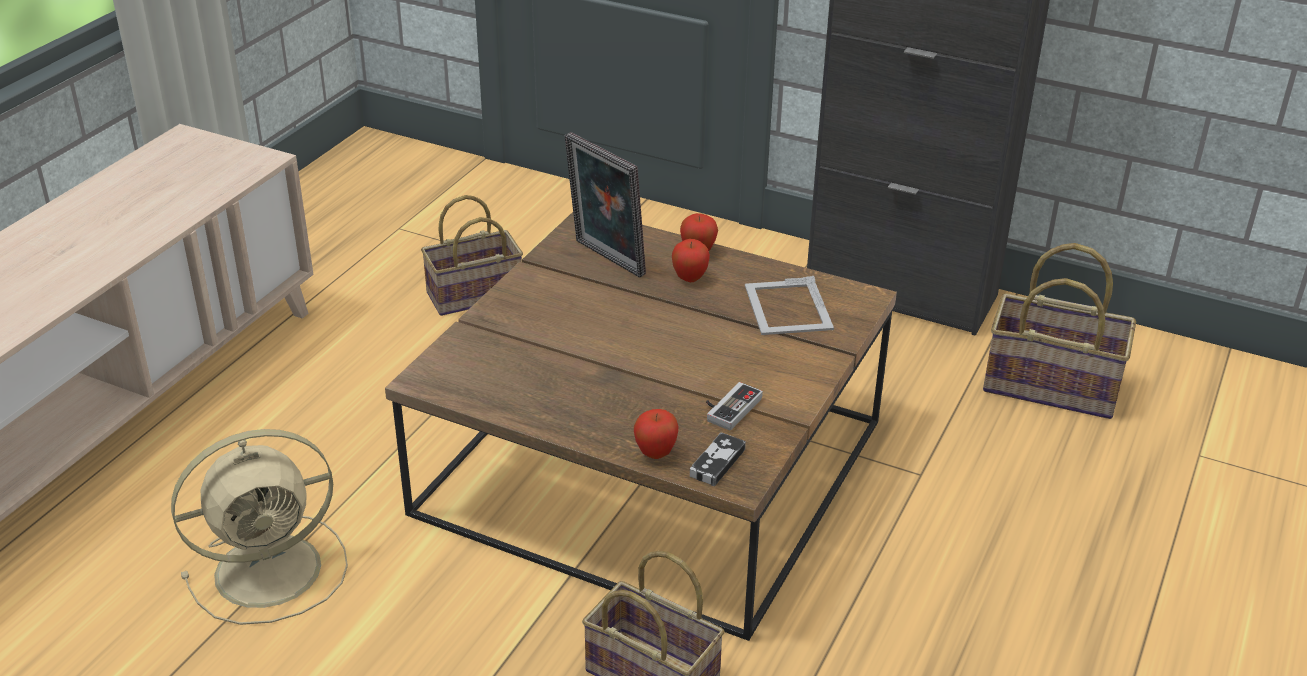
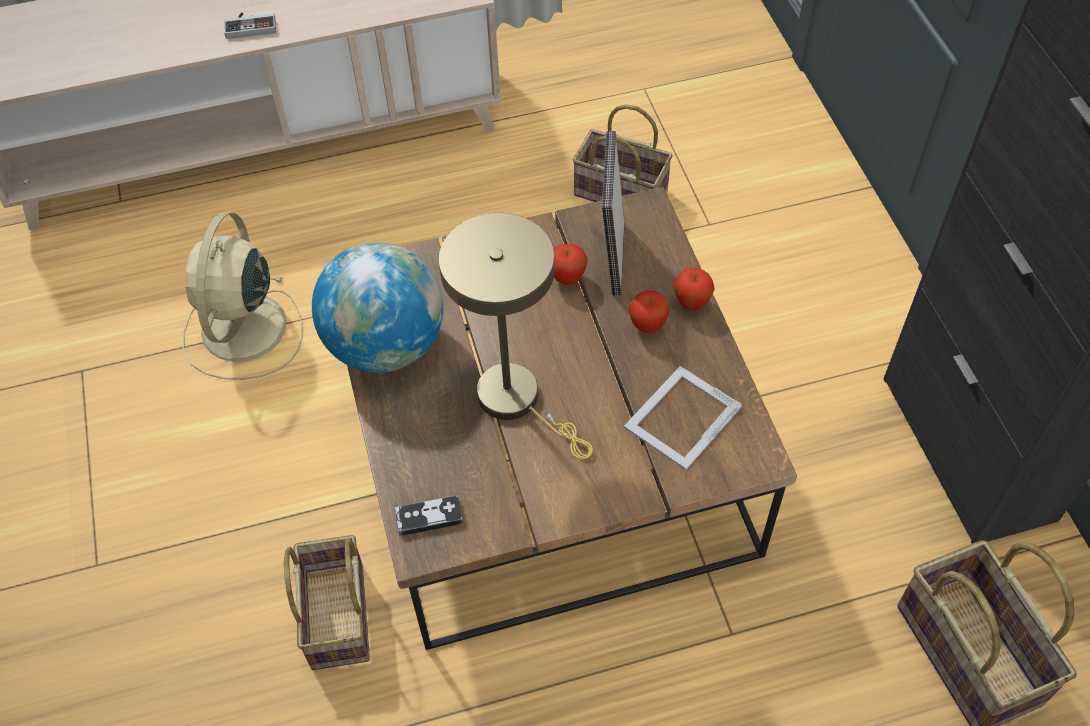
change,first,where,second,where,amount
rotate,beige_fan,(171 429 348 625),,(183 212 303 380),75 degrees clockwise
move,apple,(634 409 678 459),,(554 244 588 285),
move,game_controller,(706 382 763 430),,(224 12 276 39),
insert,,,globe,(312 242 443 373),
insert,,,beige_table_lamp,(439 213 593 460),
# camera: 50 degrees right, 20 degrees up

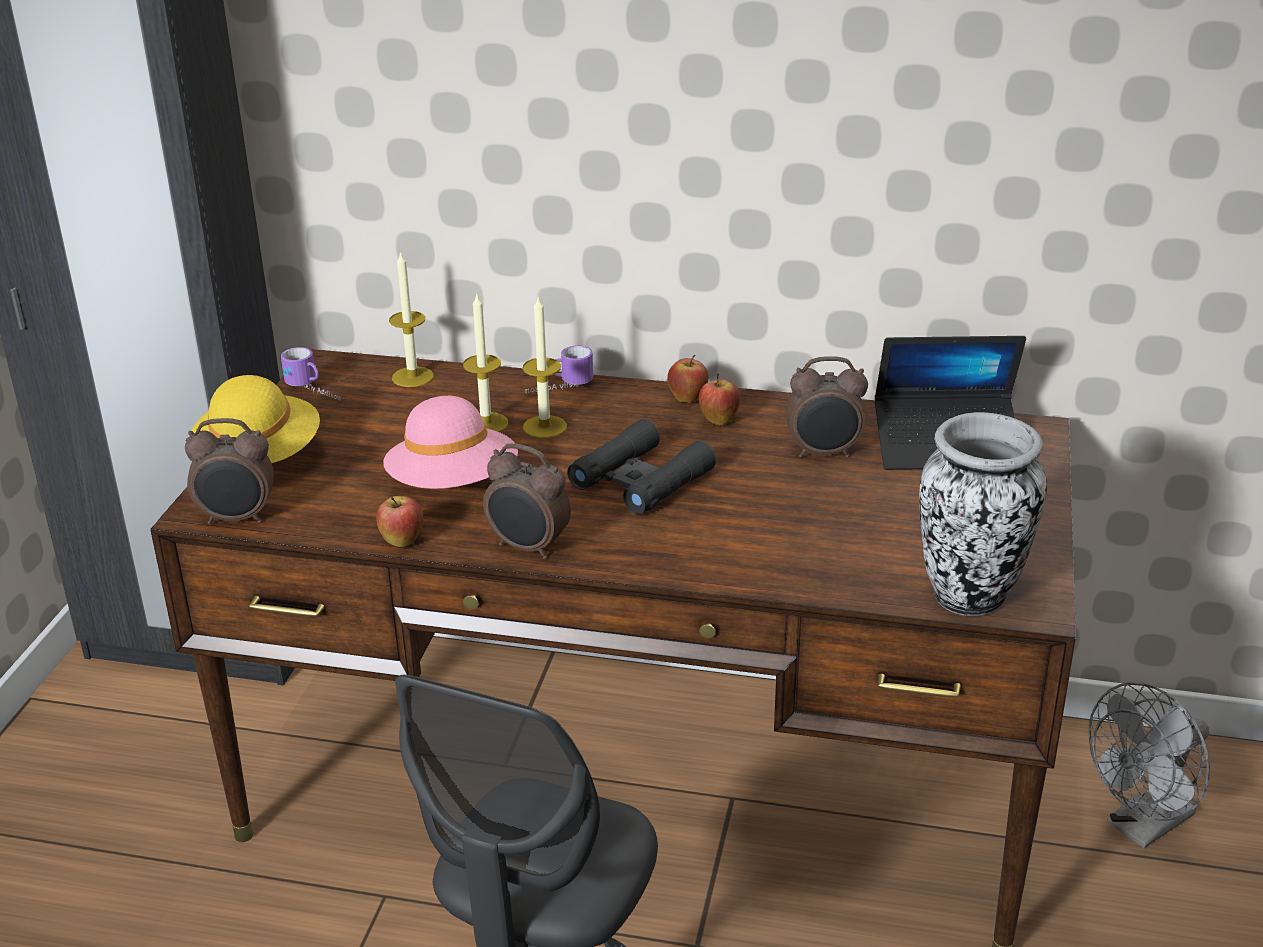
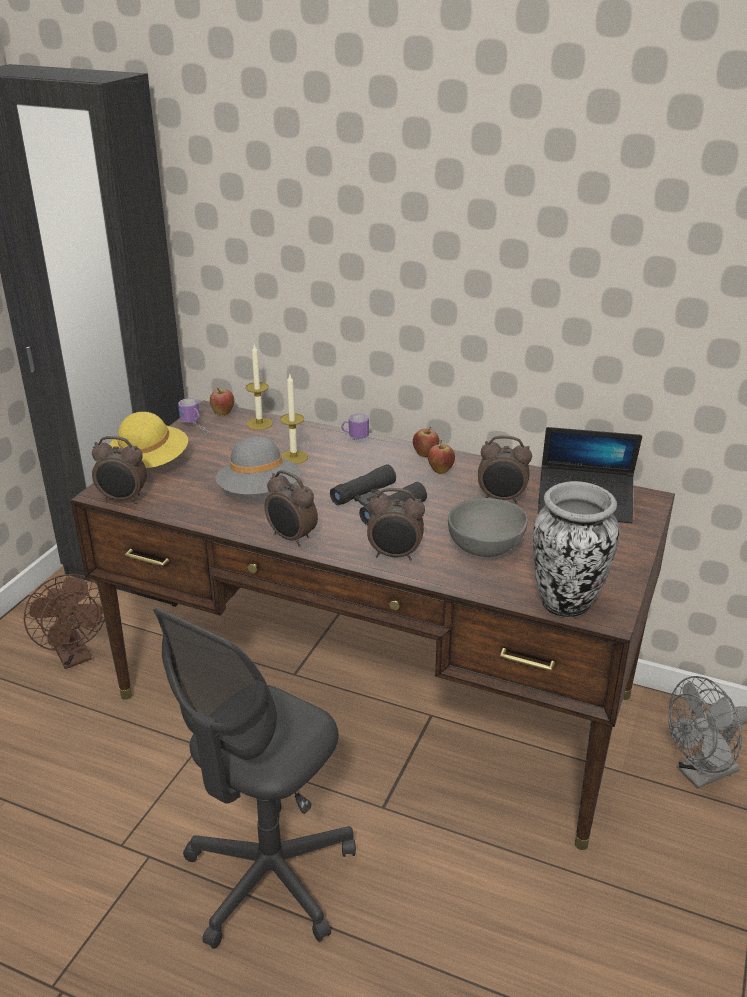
change,first,where,second,where,amount
move,apple,(376 496 423 547),,(210 388 234 416),
recolor,pink_hat,(383 396 518 489),grey_hat,(216 436 301 495),
delete,candle,(523 296 567 438),,,
insert,,,brown_fan,(24 574 105 669),
insert,,,alarm_clock,(367 488 425 561),
insert,,,grey_bowl,(448 498 528 557),
# camera: 10 degrees right, 0 degrees up

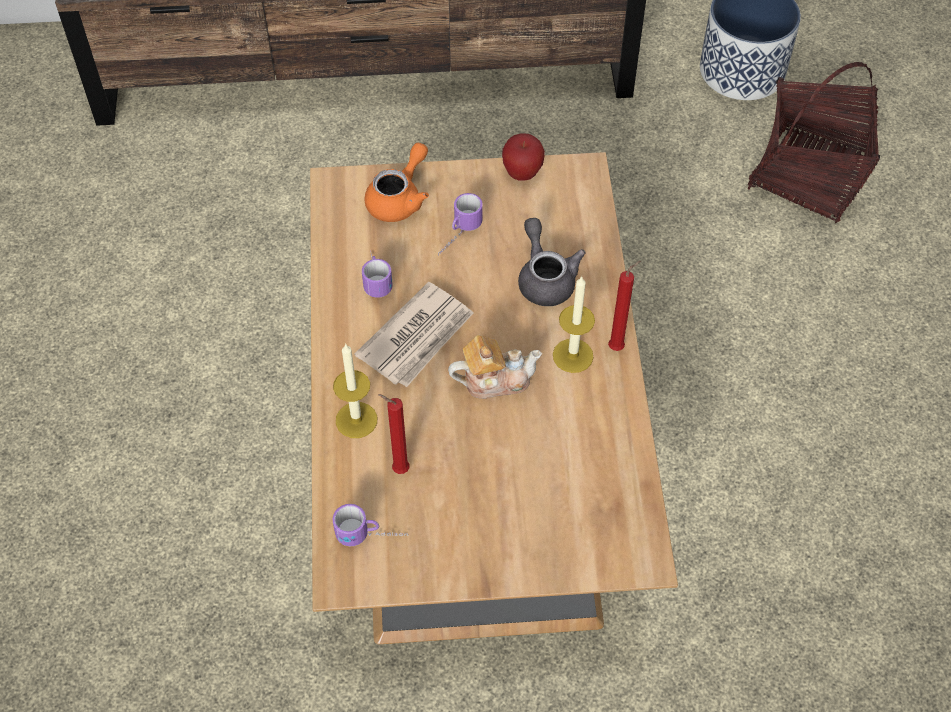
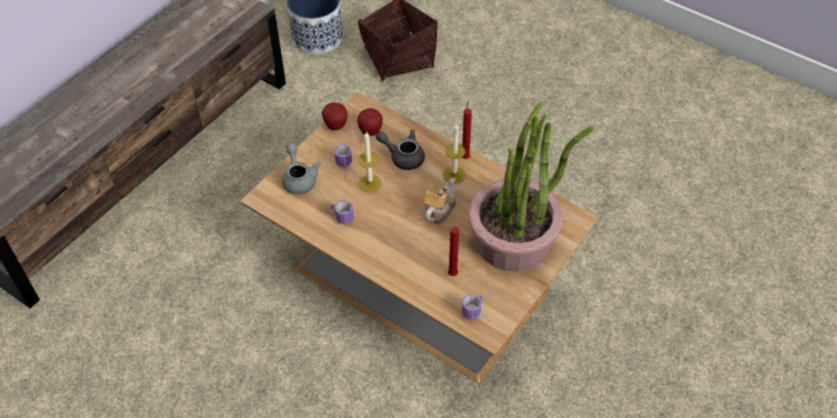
change,first,where,second,where,amount
move,candle,(333 344 377 438),,(358 131 382 192),
delete,newspaper,(355 282 474 387),,,
recolor,orange_teapot,(365 143 429 222),grey_teapot,(282 143 321 195),
insert,,,apple,(357 108 383 136),
insert,,,potted_plant,(468 102 594 272),
# camera: 50 degrees left, 5 degrees down

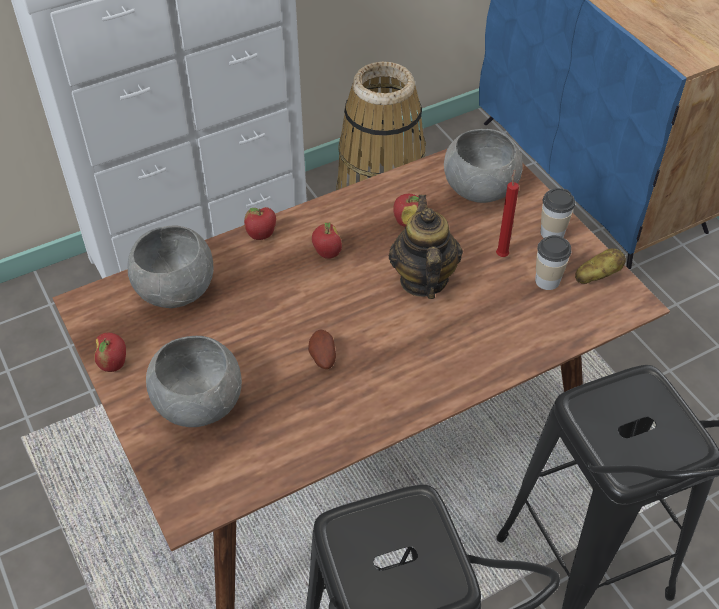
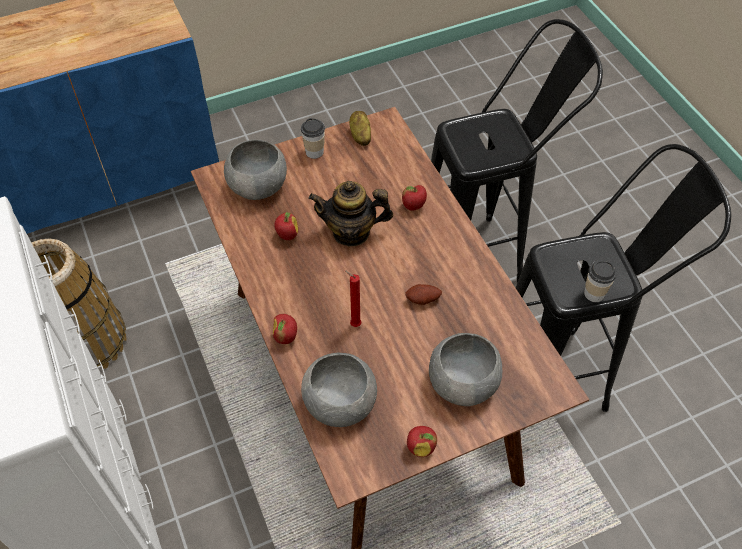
change,first,where,second,where,amount
move,apple,(312 222 342 259),,(402 185 427 211),
move,red_candle,(496 169 519 257),,(344 270 361 327),
move,cup,(535 235 571 290),,(584 260 616 302),
# camera: 85 degrees left, 5 degrees up

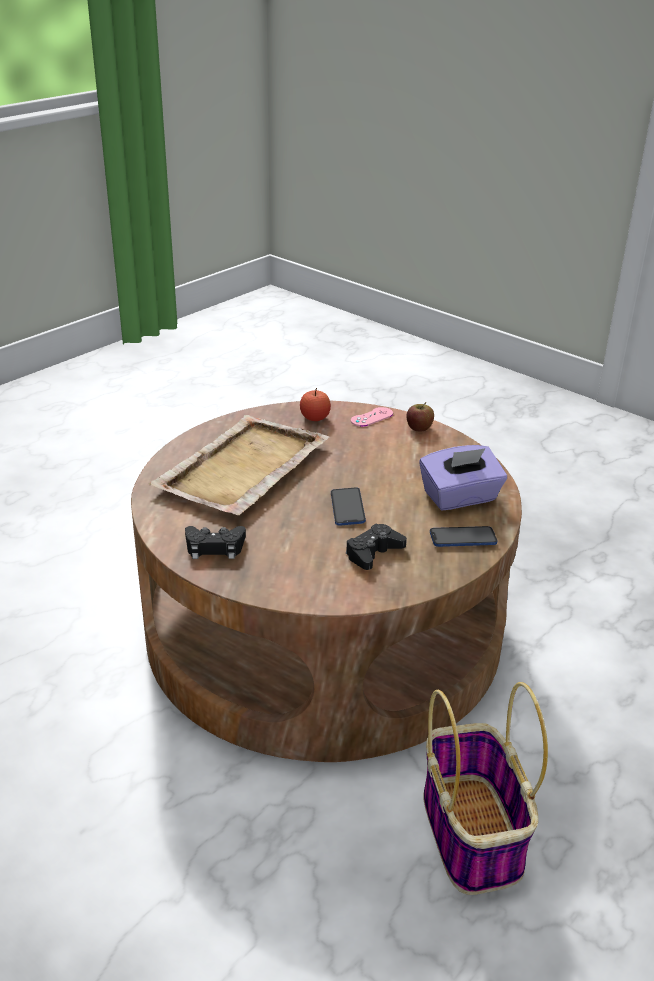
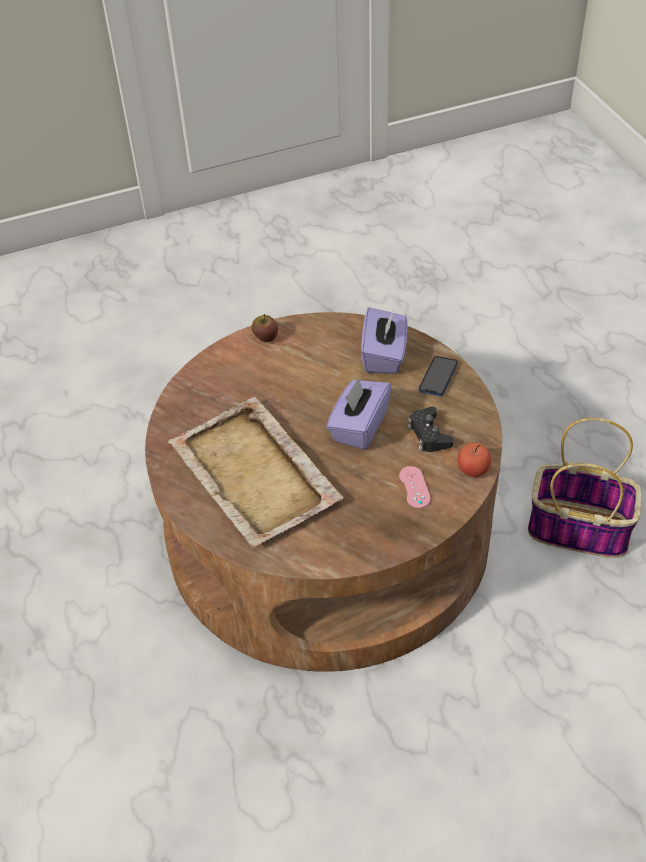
change,first,where,second,where,amount
delete,black_game_controller,(185 526 246 559),,,
move,apple,(300 388 331 421),,(458 443 491 477),
replace,phone,(331 487 366 526),purple_tissue_box,(327 377 392 450),
move,pink_game_controller,(351 407 393 427),,(399 466 431 508),
# camera: 60 degrees left, 15 degrees up

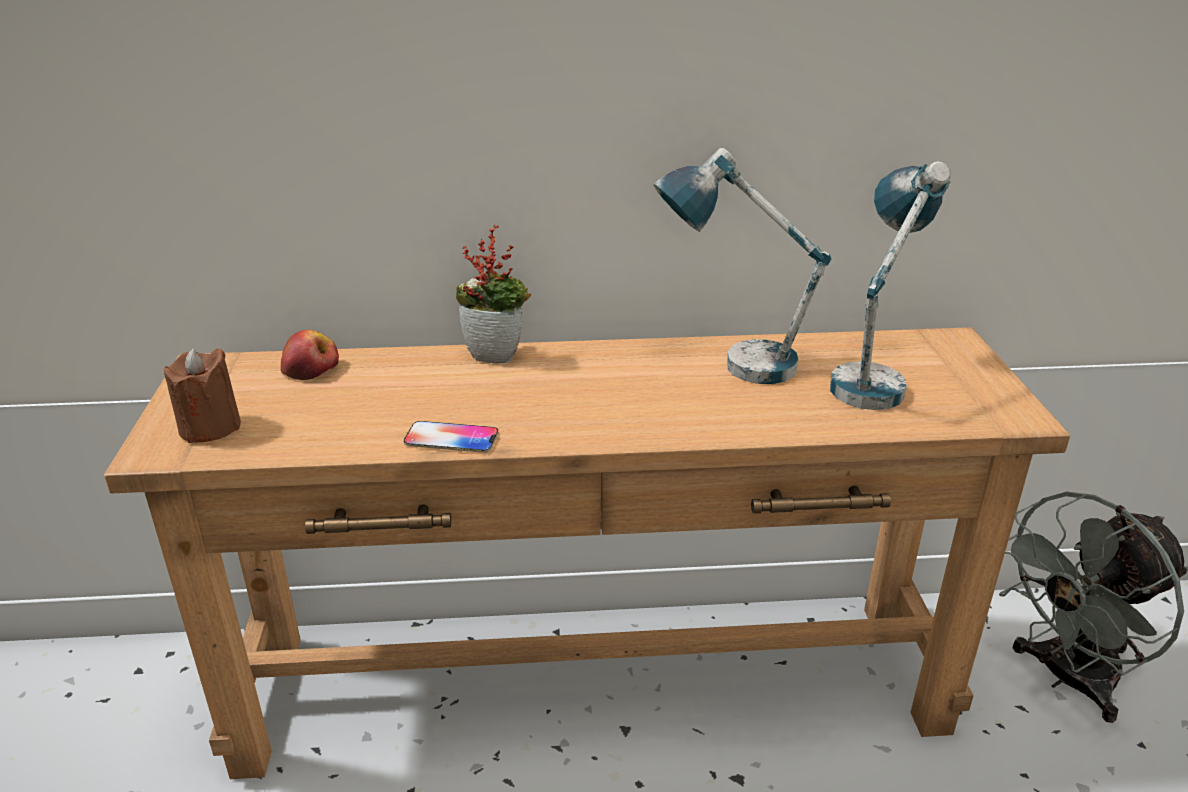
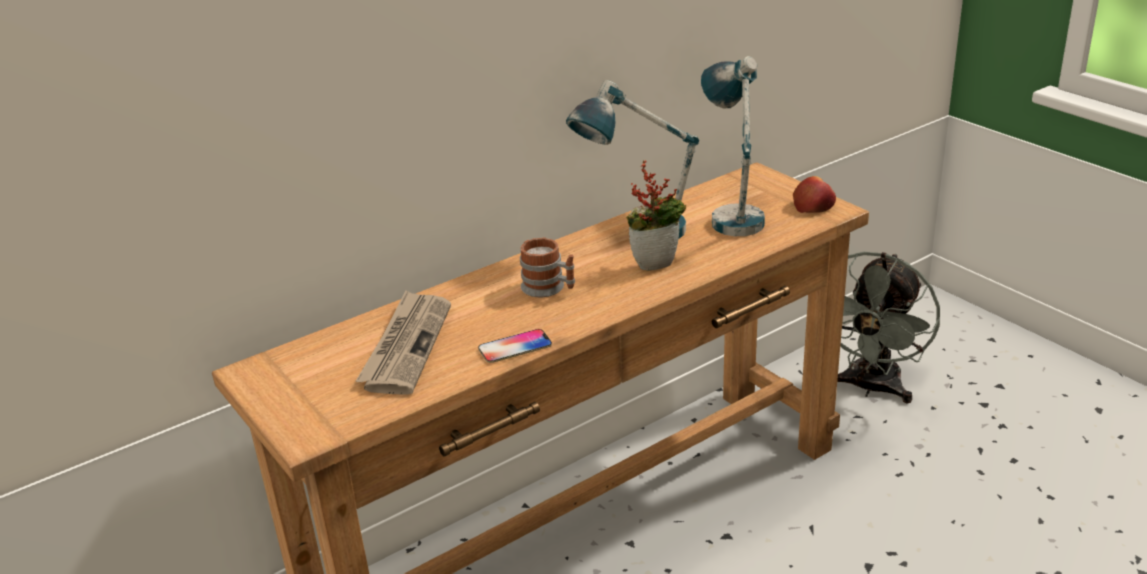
change,first,where,second,where,amount
delete,brown_candle,(164 348 241 443),,,
move,apple,(281 330 339 380),,(793 176 836 213),
move,potted_plant,(456 224 531 363),,(626 160 686 271),
insert,,,newspaper,(356 290 451 395),
insert,,,mug,(520 237 575 297),
# camera: 30 degrees left, 0 degrees up

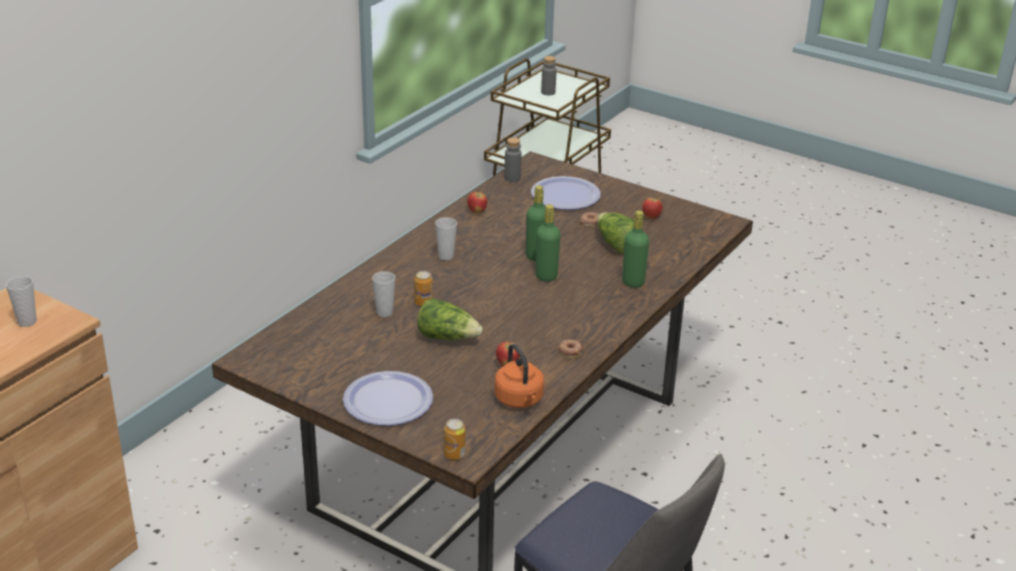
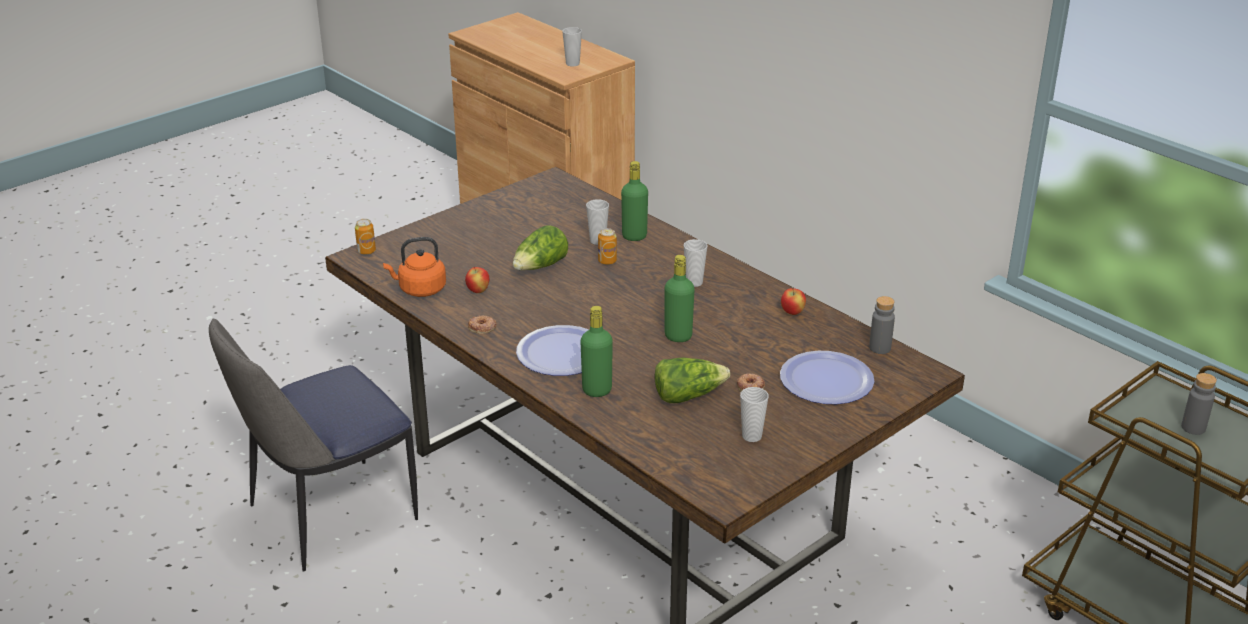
change,first,where,second,where,amount
move,plate,(343 371 433 426),,(516 325 589 376),
move,green_bottle,(535 205 560 282),,(621 161 648 241),
replace,apple,(642 197 663 219),cup,(740 387 769 442),
# camera: 105 degrees right, 0 degrees up

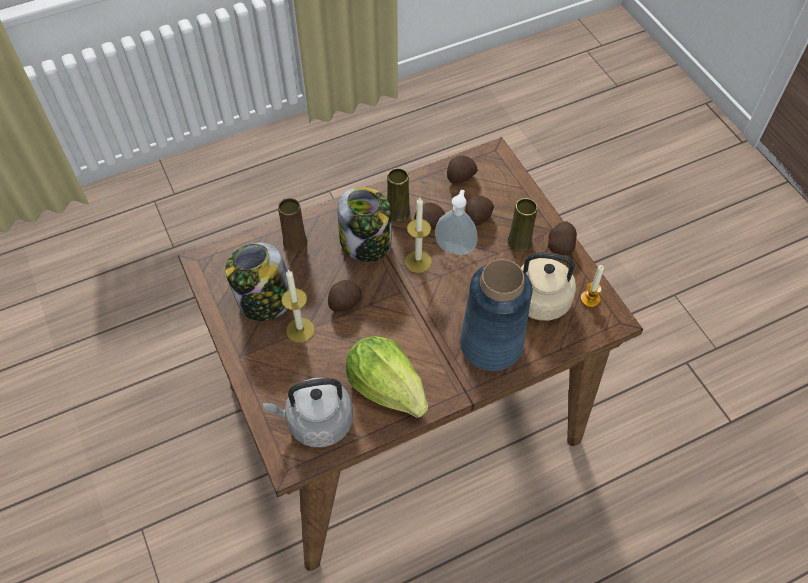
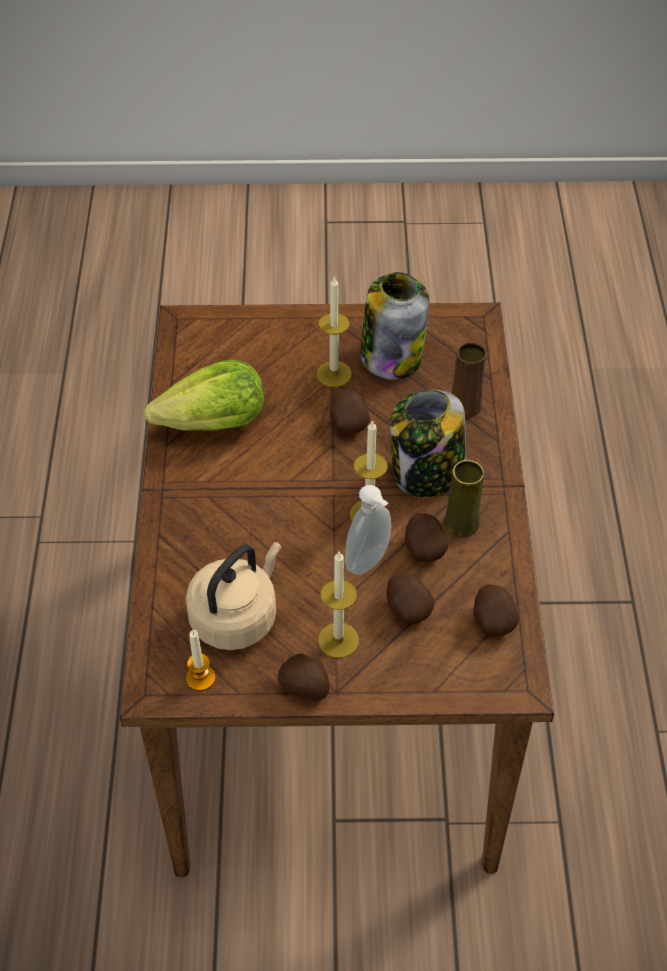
change,first,where,second,where,amount
delete,grey_kettle,(263 377 353 448),,,
delete,blue_vase,(460 259 533 371),,,
replace,yellow_vase,(508 198 538 252),candle,(318 552 359 658),
# camera: 115 degrees right, 5 degrees down

